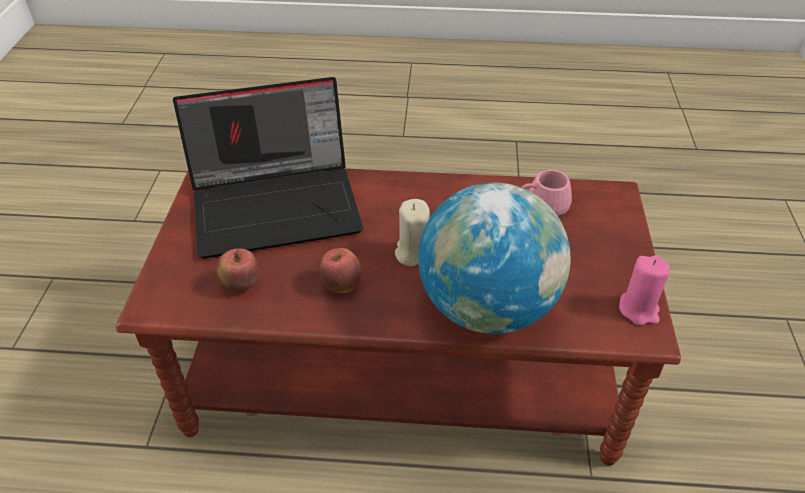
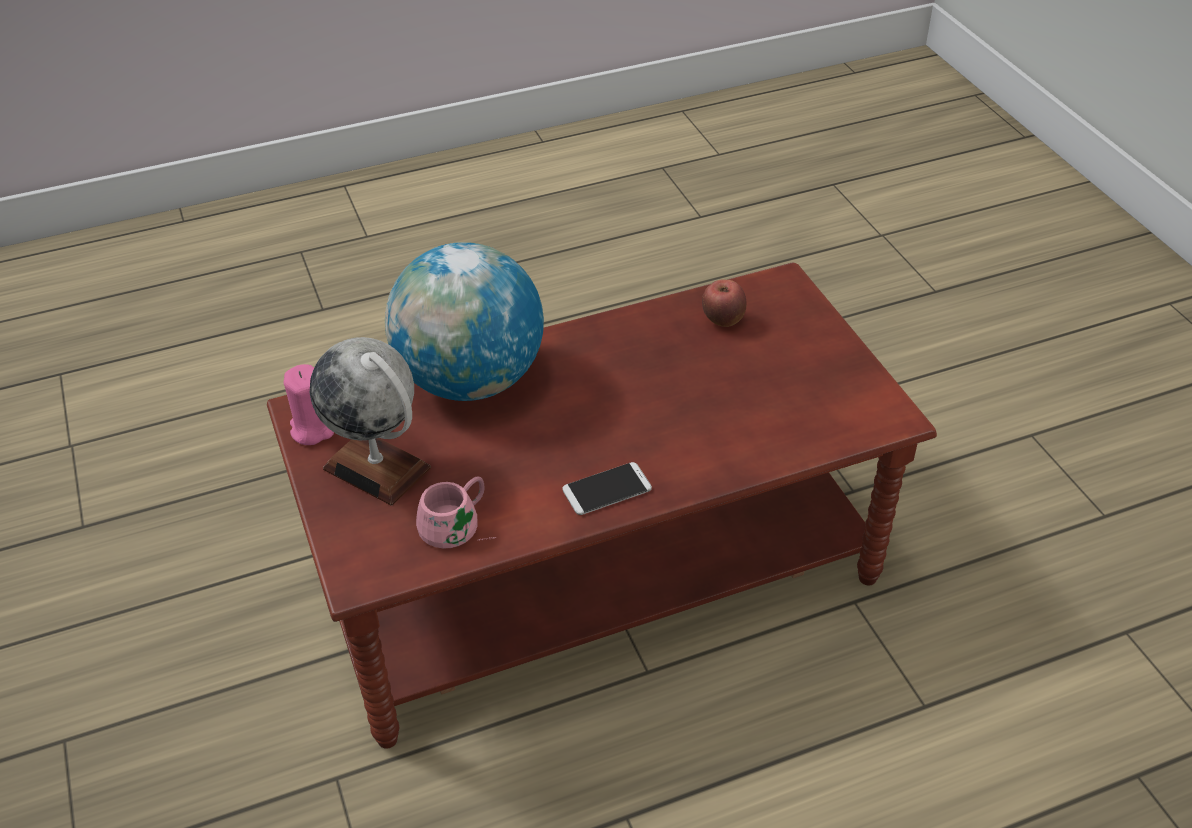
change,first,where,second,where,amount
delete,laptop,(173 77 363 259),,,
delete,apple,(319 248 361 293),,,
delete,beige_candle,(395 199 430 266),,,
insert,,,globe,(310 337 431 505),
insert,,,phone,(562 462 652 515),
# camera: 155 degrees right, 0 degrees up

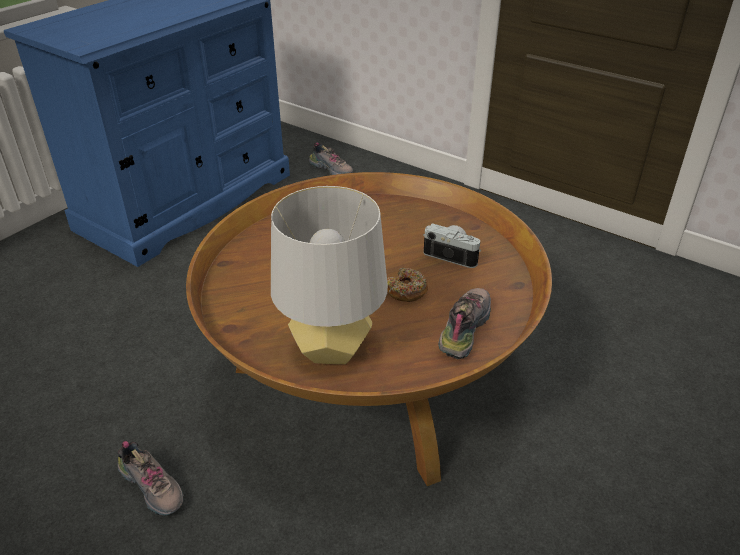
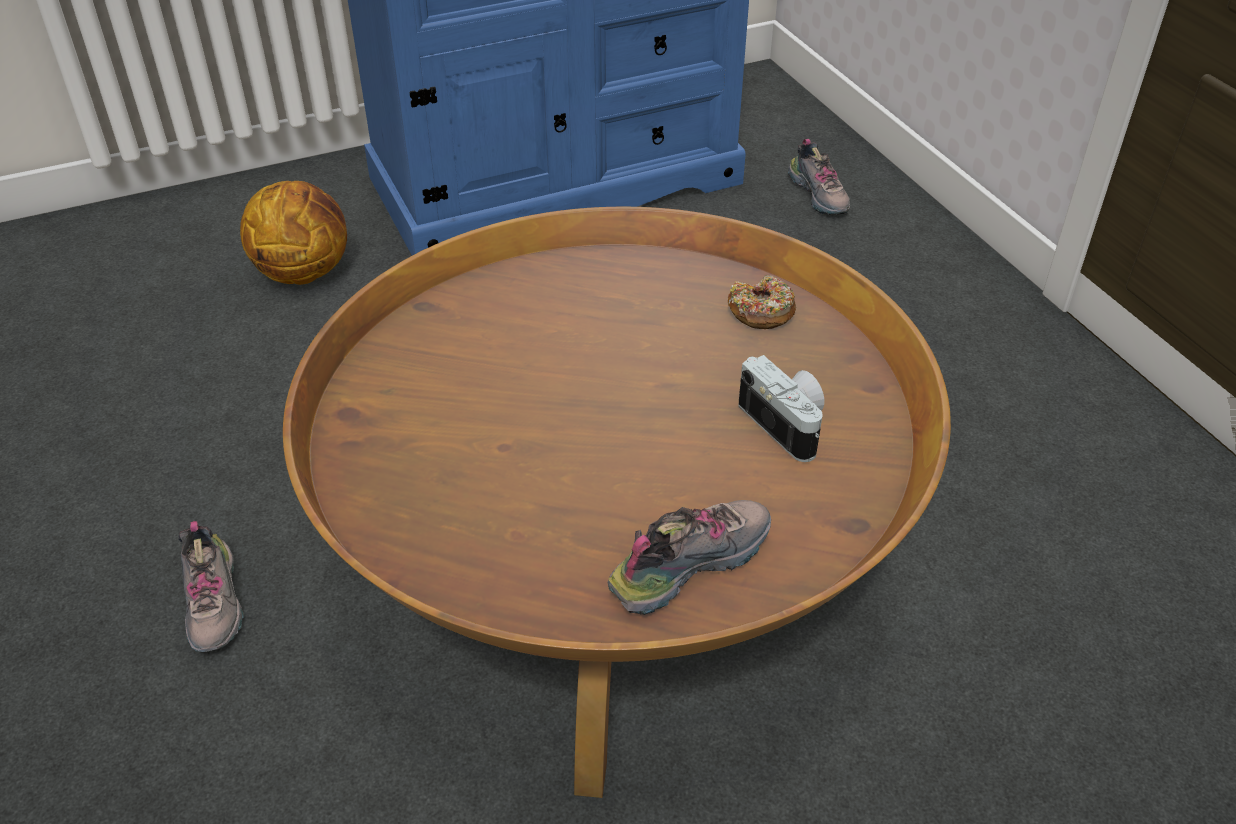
change,first,where,second,where,amount
delete,grey_table_lamp,(271 186 388 364),,,
move,donut,(387 268 428 302),,(728 275 796 329),
insert,,,basketball,(240 181 347 285),
# camera: 30 degrees right, 5 degrees up

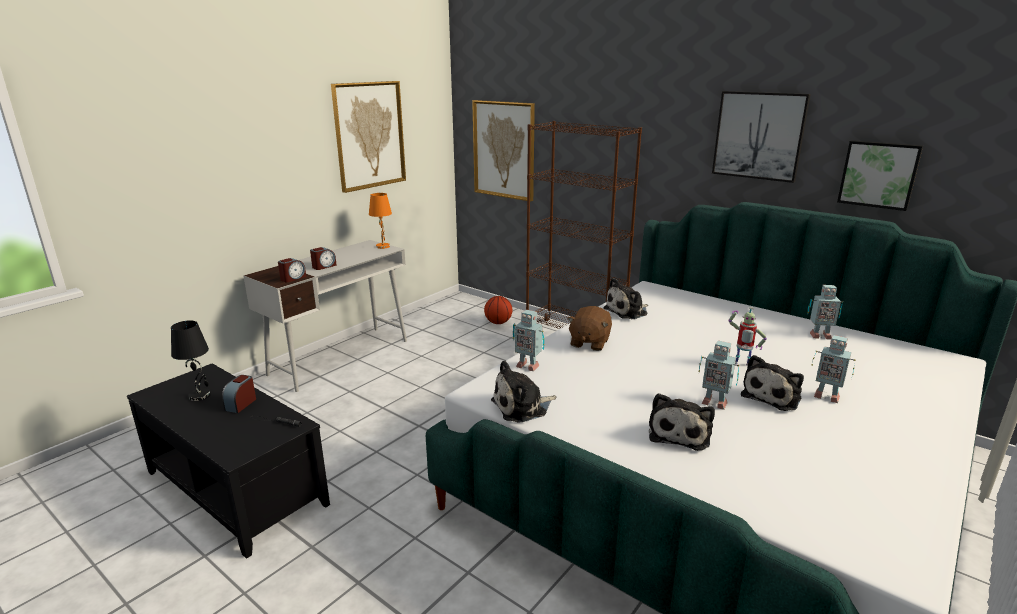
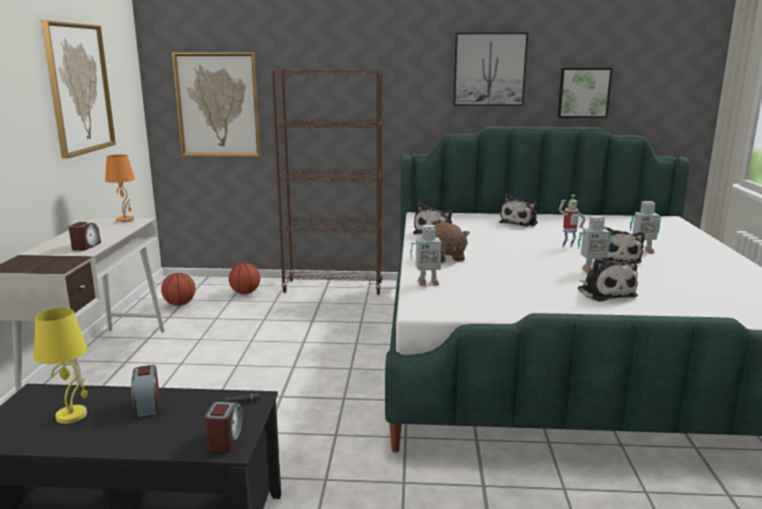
change,first,where,second,where,amount
recolor,black_table_lamp,(171 320 211 401),yellow_table_lamp,(34 308 88 424),
move,alarm_clock,(278 258 306 282),,(205 402 243 453),
move,plush_toy,(491 361 557 423),,(499 194 538 227),
delete,toy_robot,(807 285 843 339),,,
insert,,,basketball,(161 273 196 306),
# camera: 35 degrees left, 5 degrees down

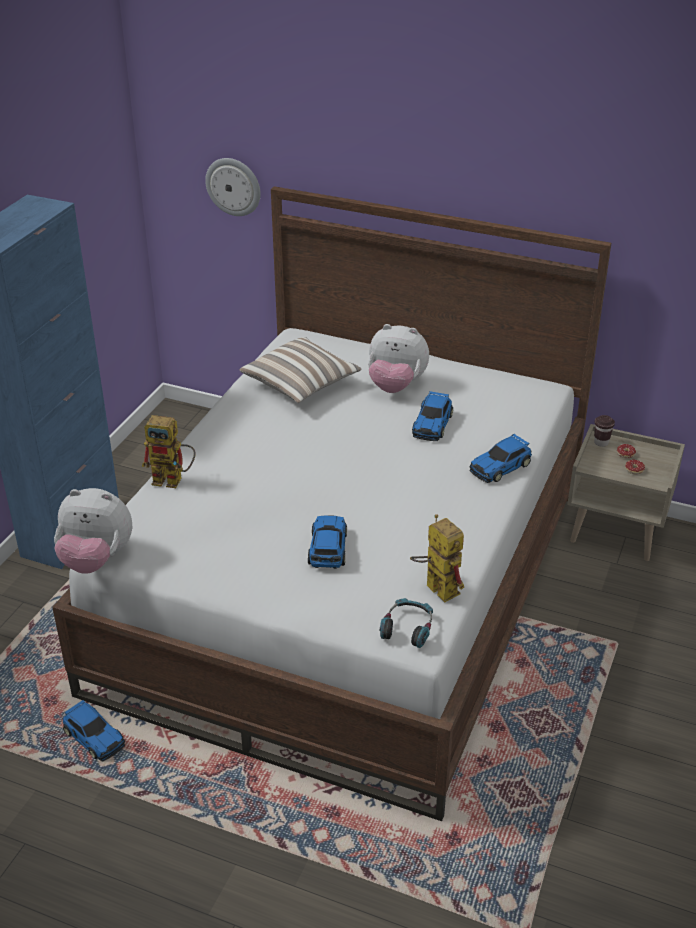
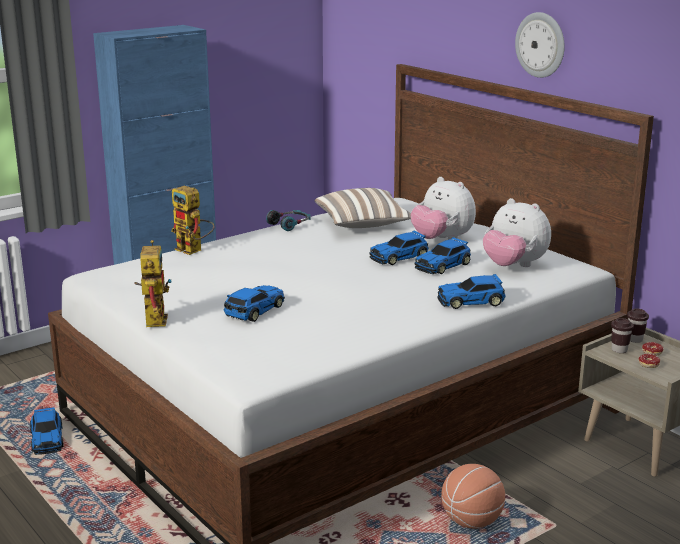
change,first,where,second,where,amount
move,plush_toy,(54 488 132 574),,(483 198 551 267),
move,wall_clock,(205 158 261 216),,(515 12 565 78),
move,headphones,(380 598 433 648),,(266 210 311 231),
move,toy_robot,(410 514 464 602),,(134 240 172 327),
insert,,,toy_car,(369 230 429 265),
insert,,,basketball,(441 464 505 529),
insert,,,brown_cup,(611 318 634 353),
# camera: 30 degrees right, 15 degrees down

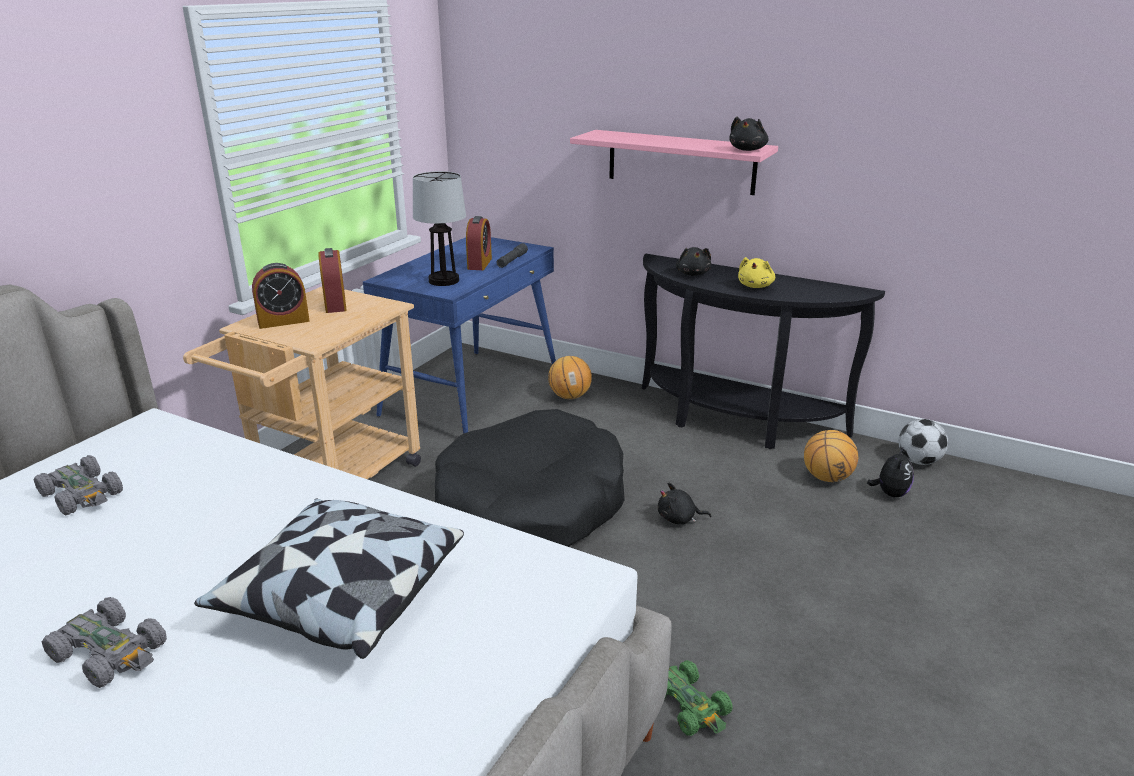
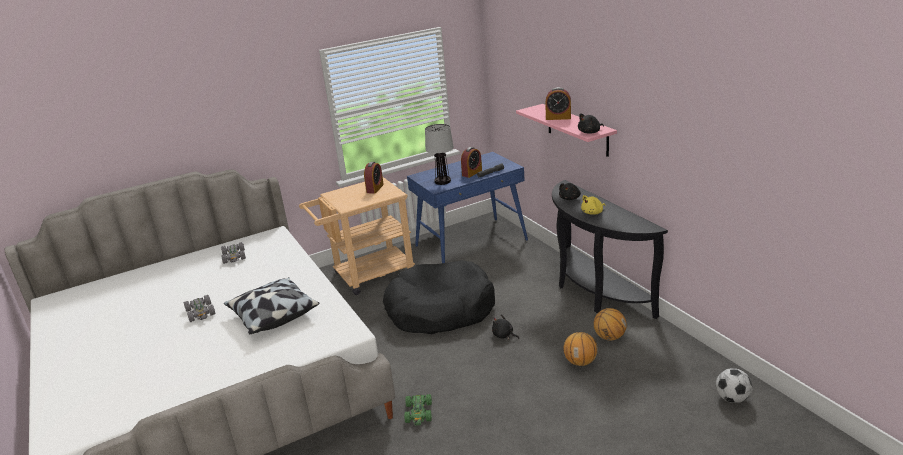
change,first,where,second,where,amount
move,alarm_clock,(252 263 310 329),,(545 87 571 120),
move,basketball,(548 356 592 399),,(564 332 598 366),
delete,plush_toy,(867 446 914 497),,,
move,football,(898 419 948 465),,(716 368 752 403),
# camera: 35 degrees right, 0 degrees up

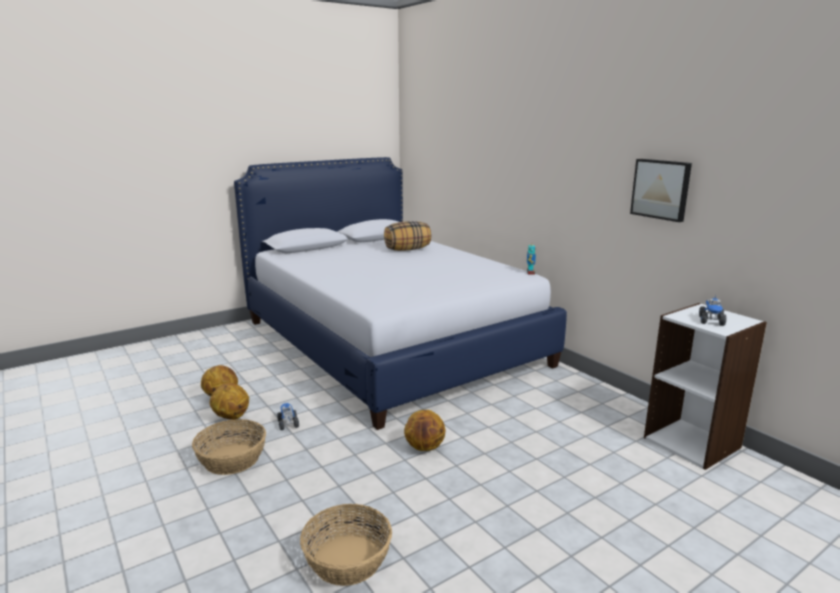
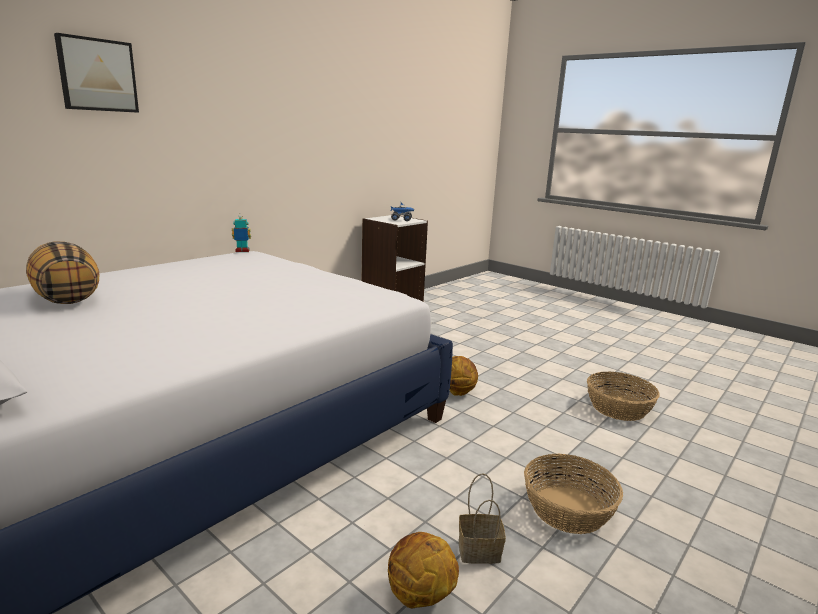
change,first,where,second,where,amount
replace,basketball,(210 383 249 420),basket,(459 473 506 564),
delete,toy_truck,(277 403 299 430),,,
move,picture,(630 159 692 222),,(54 33 139 113),
# camera: 105 degrees left, 0 degrees up

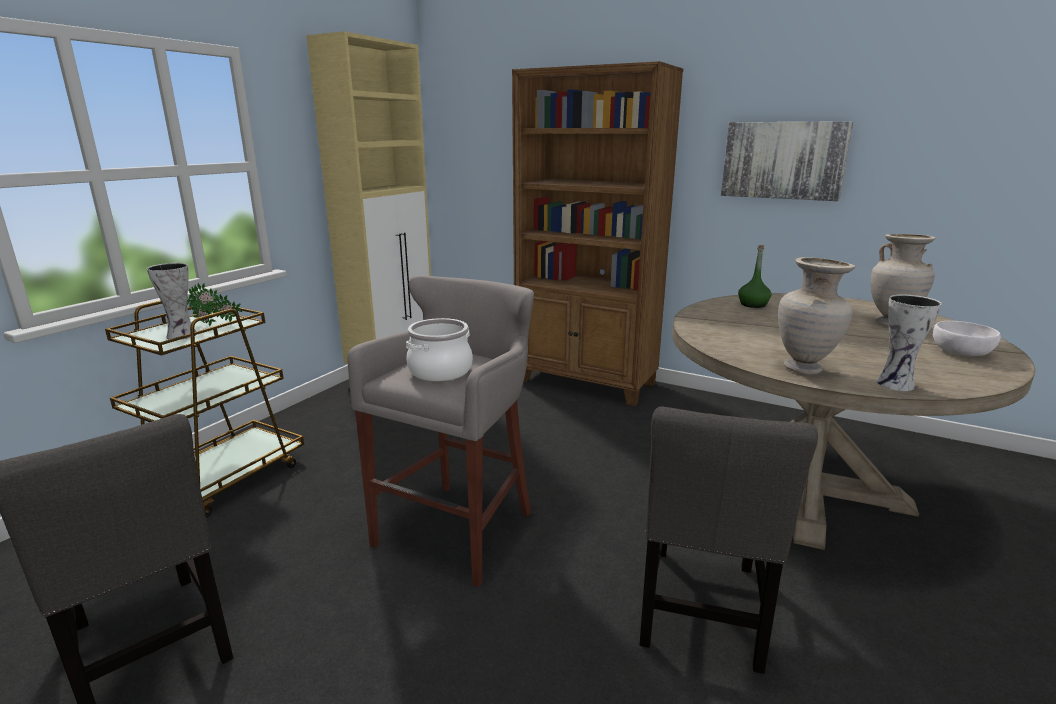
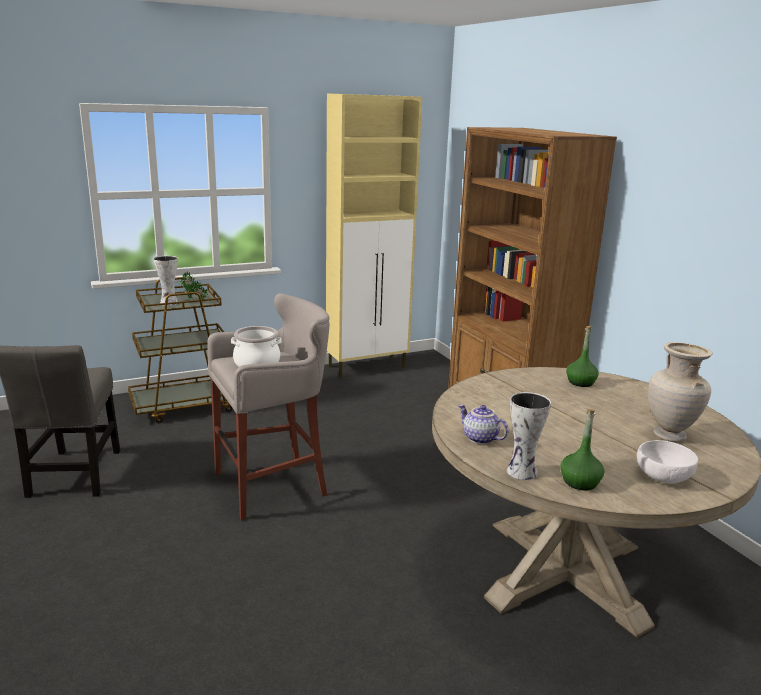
change,first,where,second,where,amount
delete,grey_chair,(640 406 818 674),,,
delete,picture,(721 121 853 201),,,
replace,beige_vase,(778 257 855 375),teapot,(458 404 509 444),
insert,,,green_bottle,(560 409 604 490),
# camera: 35 degrees right, 0 degrees up

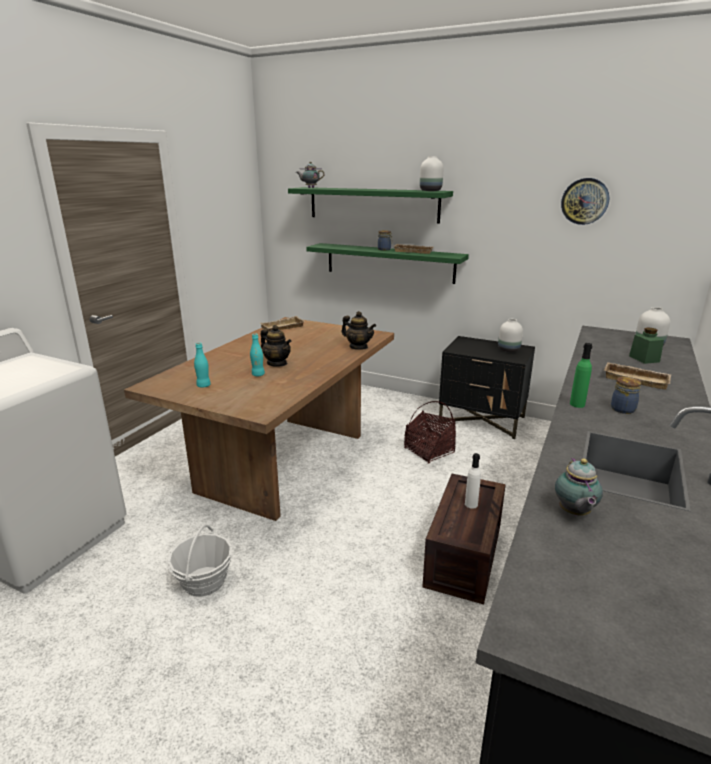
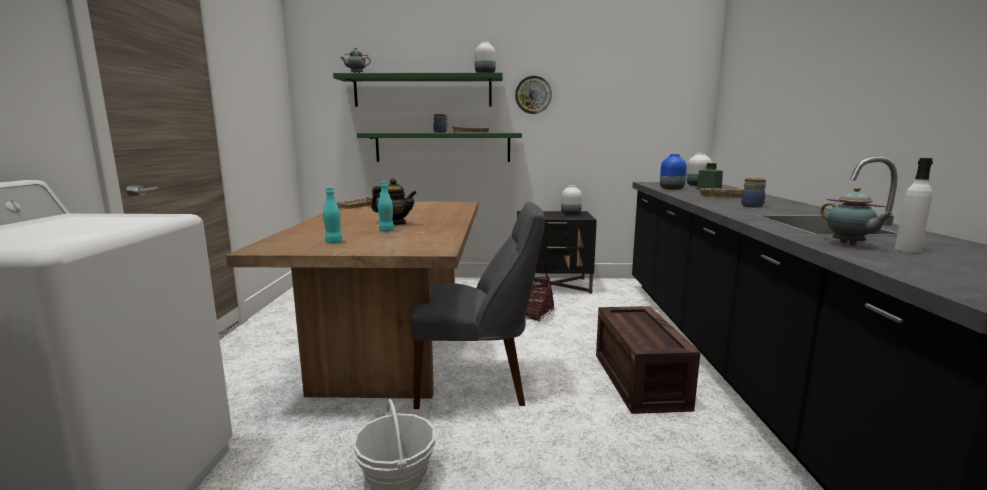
change,first,where,second,where,amount
delete,teapot,(341 311 376 350),,,
move,white_bottle,(465 453 481 509),,(895 158 933 253),
move,wall_clock,(561 178 610 225),,(515 76 552 114),
delete,green_bottle,(570 343 592 408),,,
insert,,,grey_chair,(410 202 545 409),
insert,,,blue_vase,(660 154 687 190),
# camera: 25 degrees left, 10 degrees down

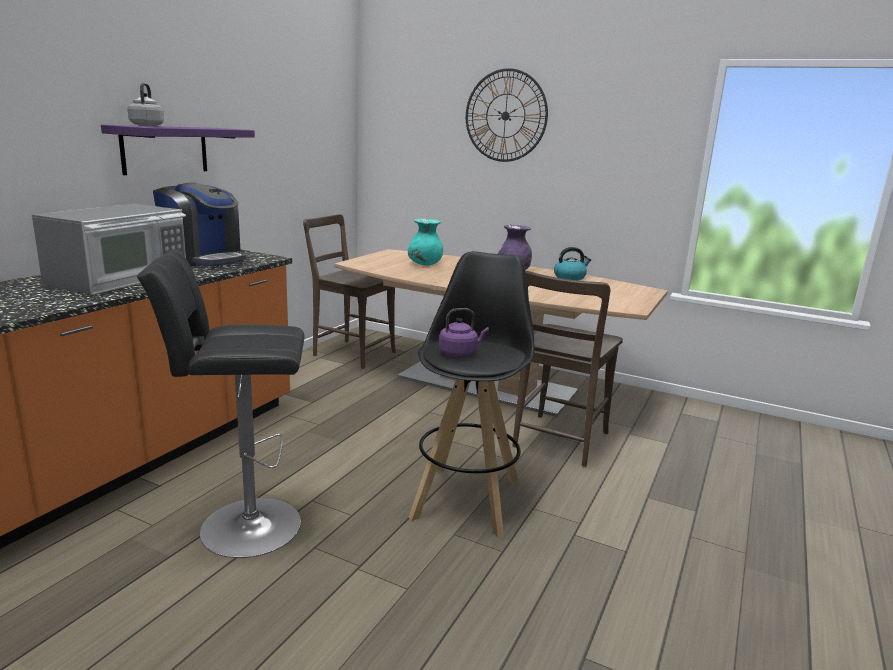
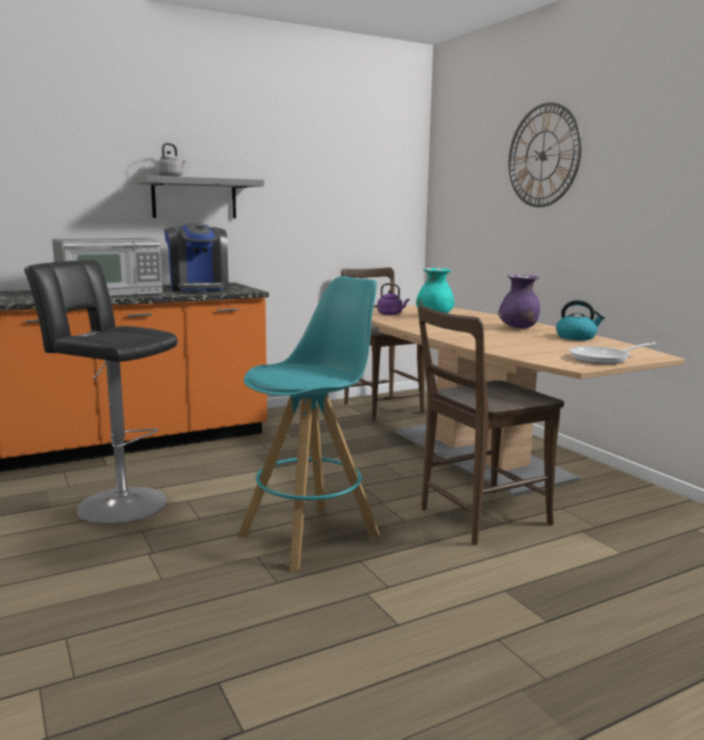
change,first,where,second,where,amount
recolor,purple_shelf,(101 125 255 175),grey_shelf,(136 175 264 218),
recolor,black_stool,(409 251 534 538),turquoise_stool,(238 276 380 571),
move,purple_kettle,(439 308 489 357),,(377 283 409 315),
insert,,,frying_pan,(569 342 657 364),
# camera: 35 degrees right, 5 degrees down

